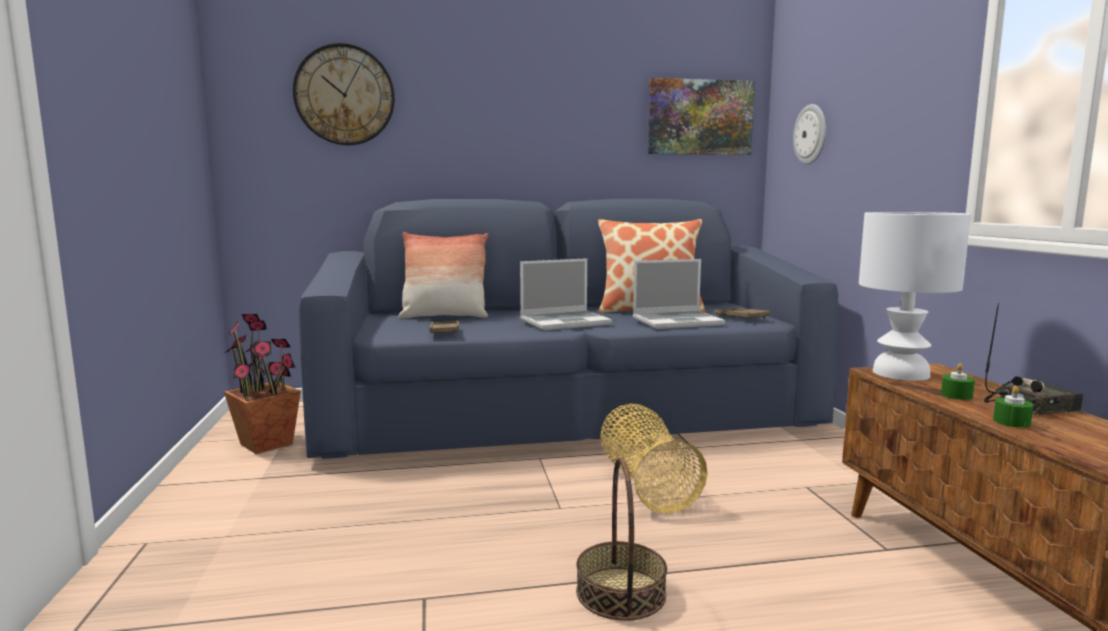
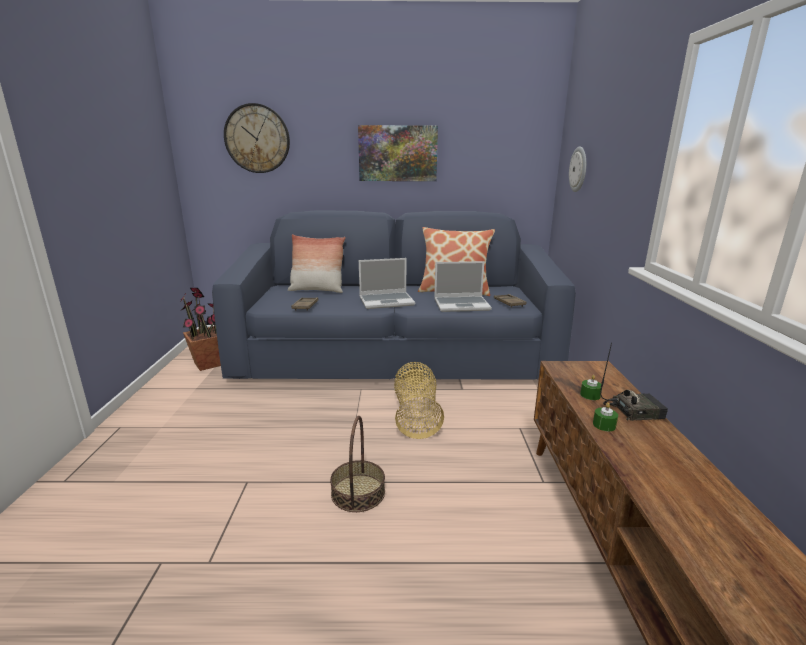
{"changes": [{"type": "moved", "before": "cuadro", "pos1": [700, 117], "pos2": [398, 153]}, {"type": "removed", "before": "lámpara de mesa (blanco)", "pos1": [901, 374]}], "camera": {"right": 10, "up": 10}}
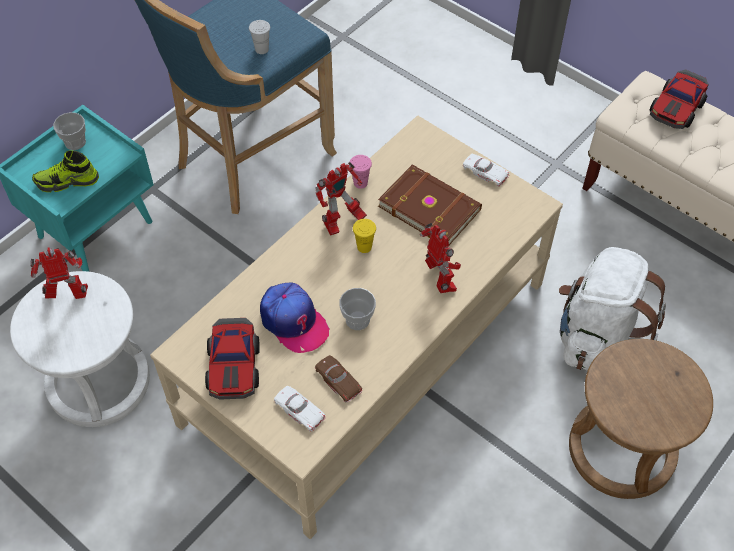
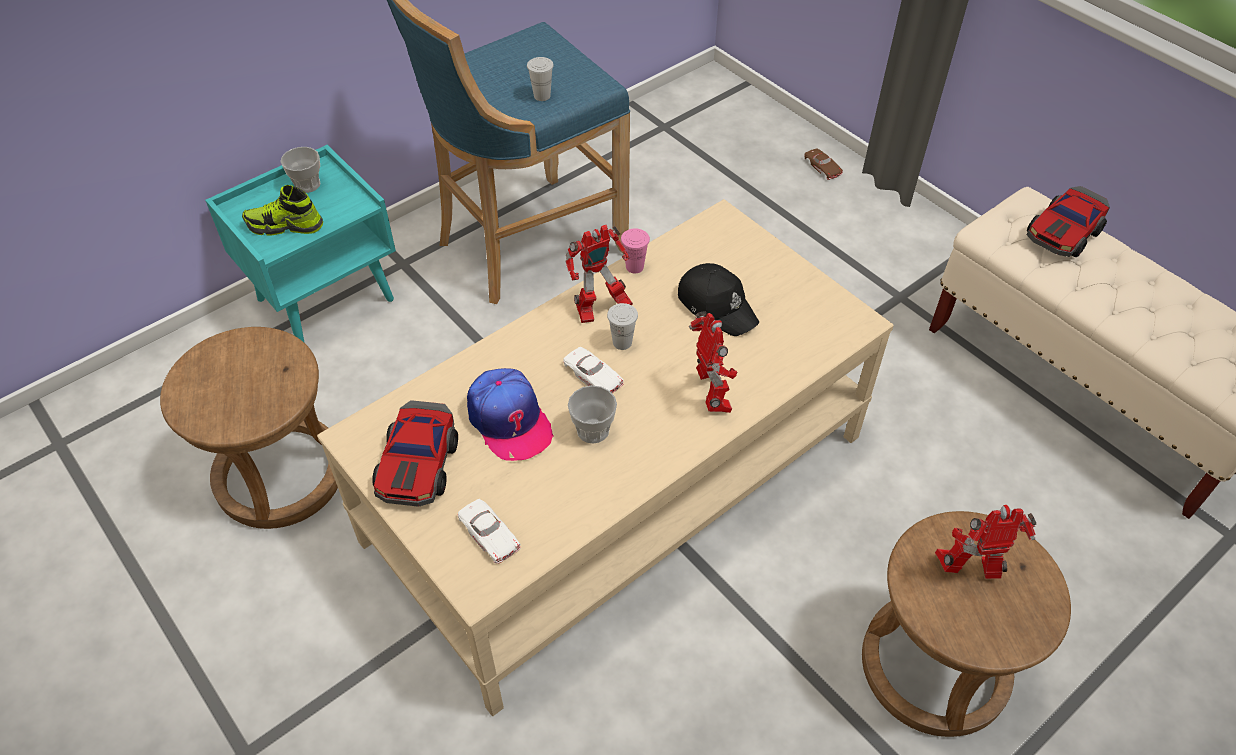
{"changes": [{"type": "moved", "before": "coche de juguete (blanco)", "pos1": [485, 172], "pos2": [593, 375]}, {"type": "replaced", "before": "libro (marrón)", "after": "gorra (negro)", "pos1": [429, 206], "pos2": [717, 305]}, {"type": "recoloured", "before": "taza (amarillo)", "after": "taza (blanco)", "pos1": [364, 247], "pos2": [622, 342]}, {"type": "moved", "before": "robot de juguete", "pos1": [69, 296], "pos2": [970, 571]}, {"type": "removed", "before": "mochila (blanco)", "pos1": [596, 335]}, {"type": "recoloured", "before": "taburete (blanco)", "after": "taburete (marrón)", "pos1": [99, 382], "pos2": [280, 475]}, {"type": "moved", "before": "coche de juguete (marrón)", "pos1": [338, 380], "pos2": [822, 166]}], "camera": {"right": 10, "up": -5}}
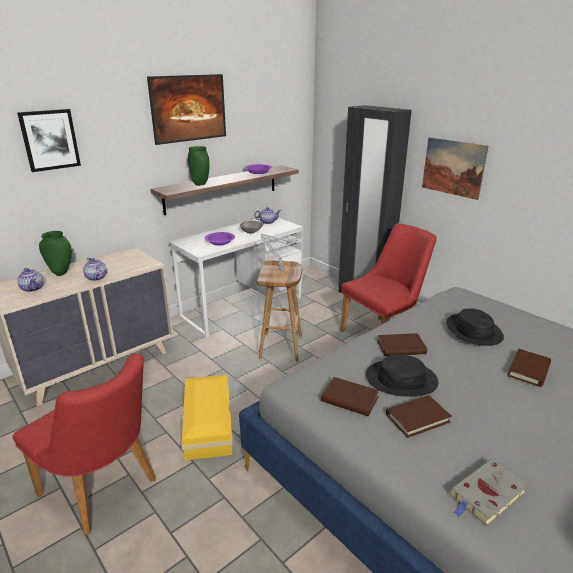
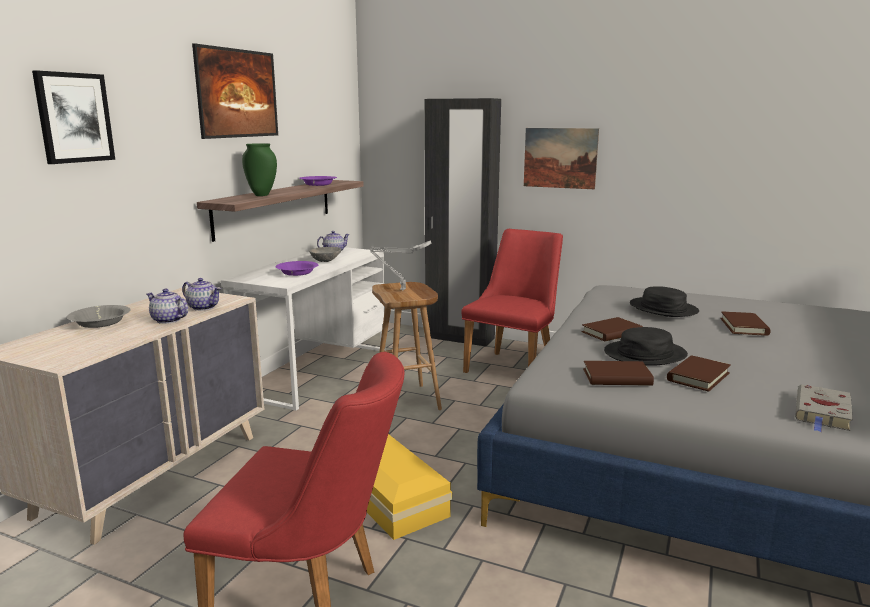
{"changes": [{"type": "replaced", "before": "florero (verde)", "after": "cuenco (gris)", "pos1": [61, 273], "pos2": [100, 323]}, {"type": "moved", "before": "tetera", "pos1": [33, 288], "pos2": [203, 307]}], "camera": {"right": -25, "up": -10}}
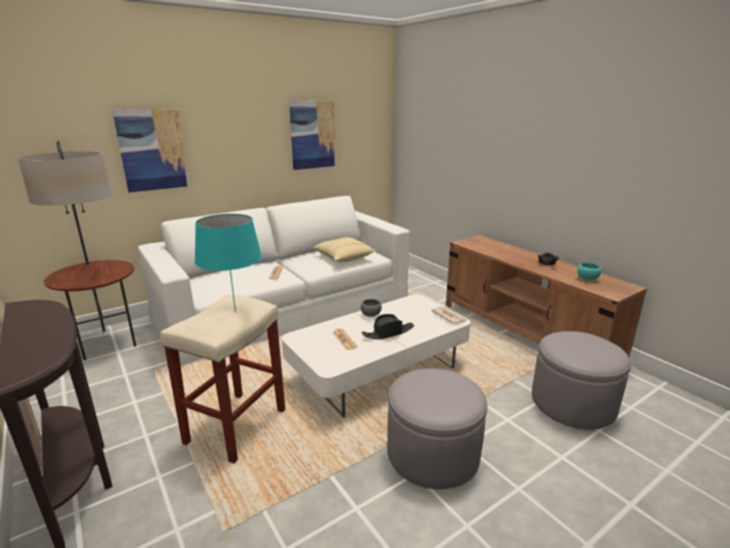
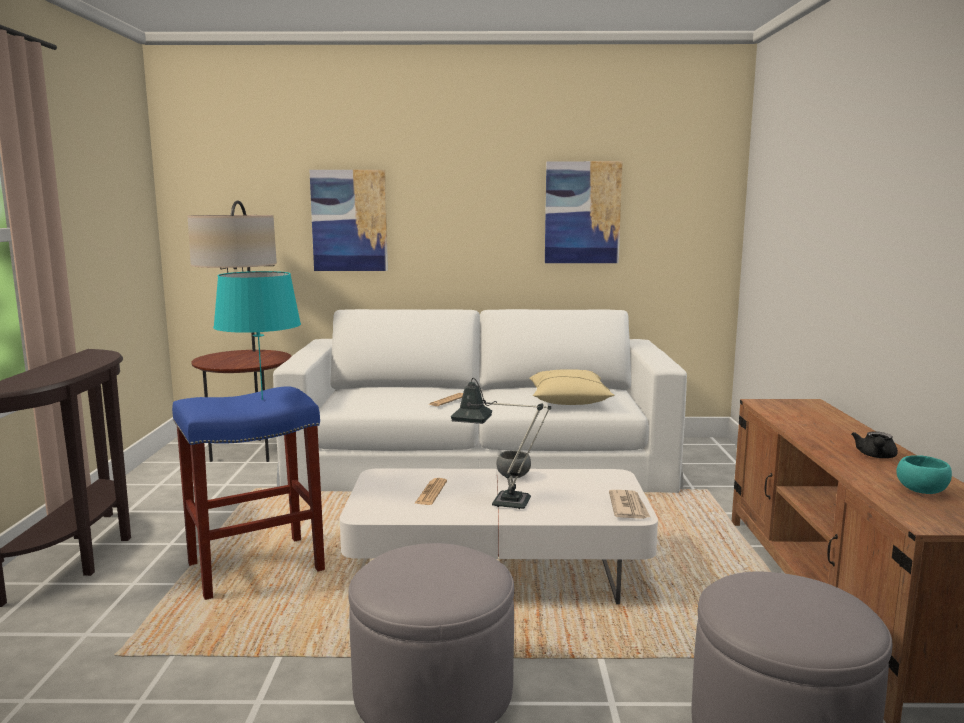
{"changes": [{"type": "recoloured", "before": "taburete (beis)", "after": "taburete (azul)", "pos1": [236, 425], "pos2": [257, 566]}, {"type": "replaced", "before": "sombrero (negro)", "after": "lámpara de mesa", "pos1": [388, 333], "pos2": [501, 501]}], "camera": {"right": 35, "up": -10}}
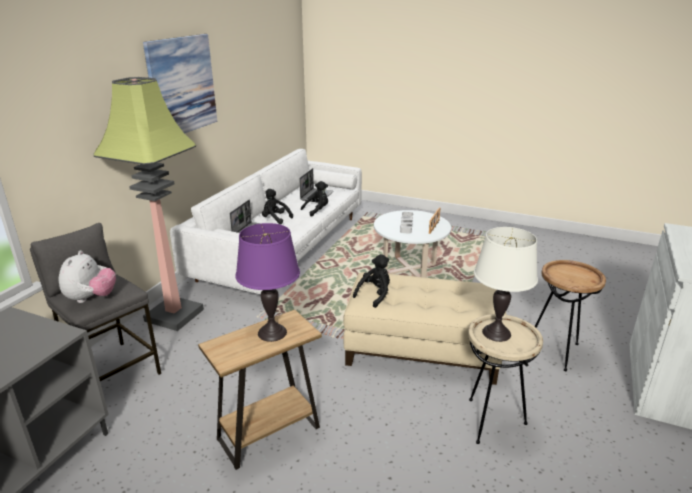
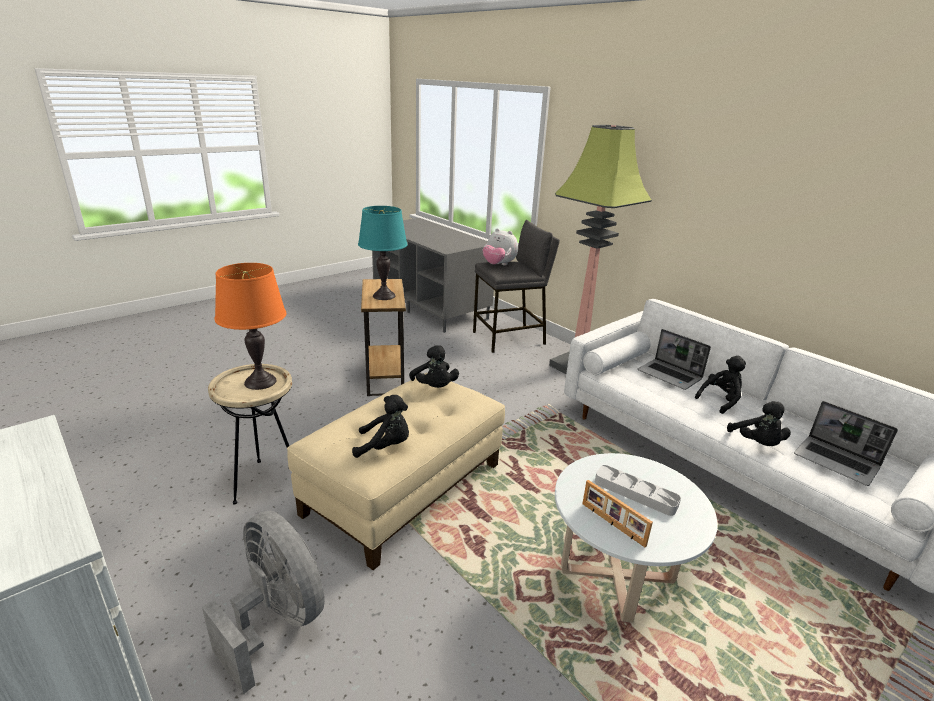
{"changes": [{"type": "removed", "before": "cuadro", "pos1": [182, 85]}, {"type": "recoloured", "before": "lámpara de mesa (morado)", "after": "lámpara de mesa (turquesa)", "pos1": [272, 333], "pos2": [384, 296]}, {"type": "recoloured", "before": "lámpara de mesa (blanco)", "after": "lámpara de mesa (naranja)", "pos1": [496, 333], "pos2": [260, 382]}, {"type": "replaced", "before": "mesa auxiliar (marrón)", "after": "ventilador (gris)", "pos1": [556, 352], "pos2": [276, 621]}, {"type": "added", "after": "peluche (negro)", "pos2": [385, 446]}], "camera": {"right": 115, "up": 0}}
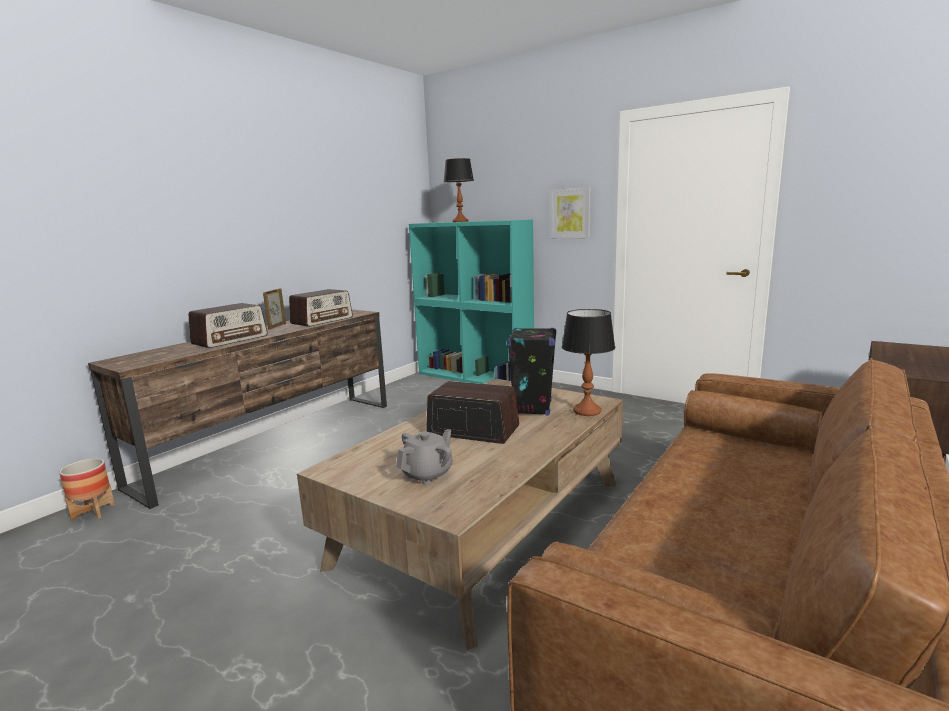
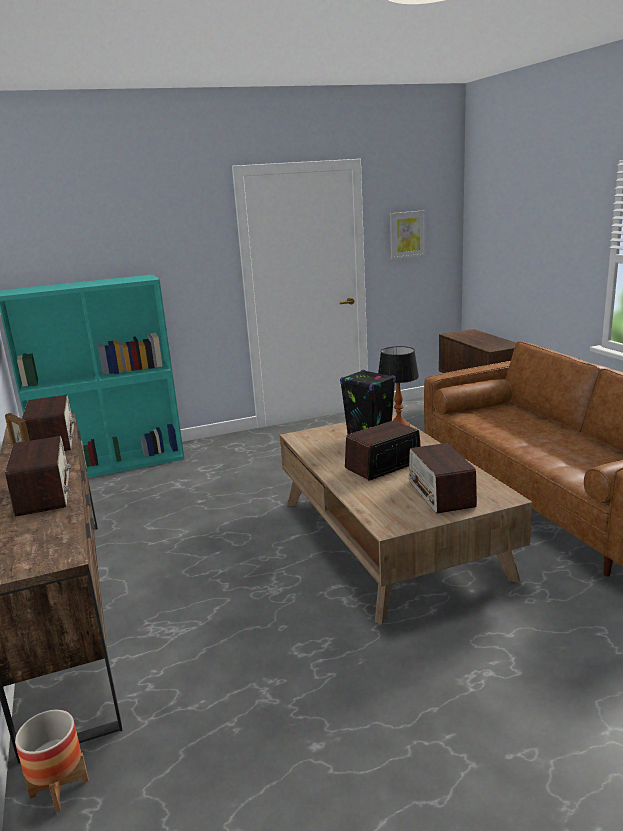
{"changes": [{"type": "removed", "before": "lámpara de mesa", "pos1": [460, 221]}, {"type": "moved", "before": "cuadro", "pos1": [570, 213], "pos2": [407, 234]}, {"type": "replaced", "before": "tetera (gris)", "after": "radio", "pos1": [427, 474], "pos2": [441, 494]}], "camera": {"right": -55, "up": 5}}
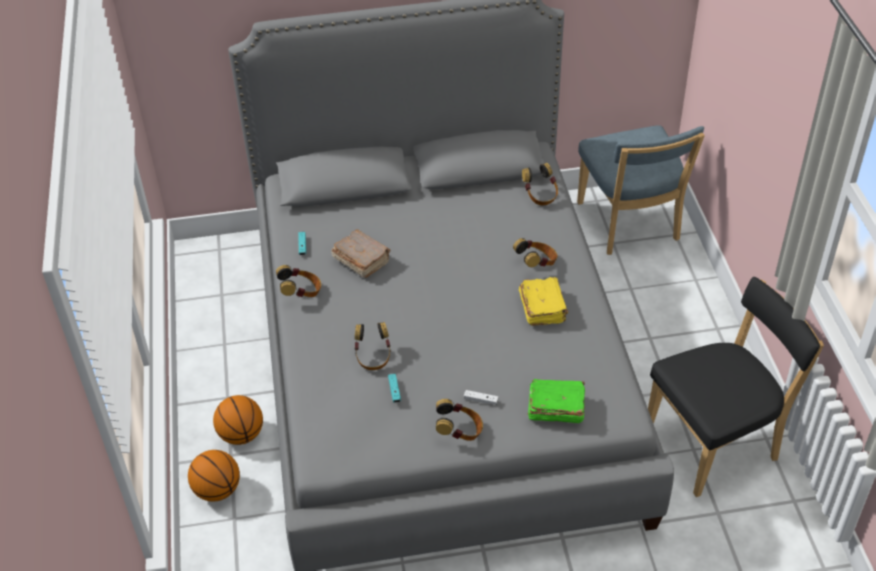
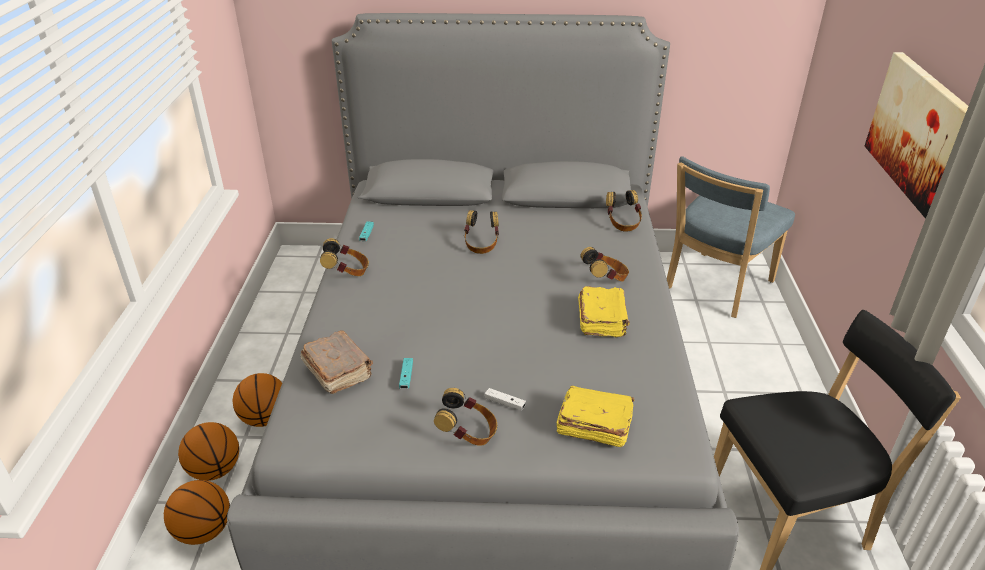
{"changes": [{"type": "turned", "before": "silla (azul)", "pos1": [630, 225], "pos2": [715, 287], "turn": 45}, {"type": "moved", "before": "libro (marrón)", "pos1": [361, 260], "pos2": [338, 371]}, {"type": "moved", "before": "auriculares", "pos1": [373, 357], "pos2": [481, 245]}, {"type": "recoloured", "before": "libro (verde)", "after": "libro (amarillo)", "pos1": [555, 408], "pos2": [593, 426]}, {"type": "added", "after": "cuadro", "pos2": [919, 132]}, {"type": "added", "after": "balón de baloncesto", "pos2": [204, 531]}], "camera": {"right": 10, "up": -10}}
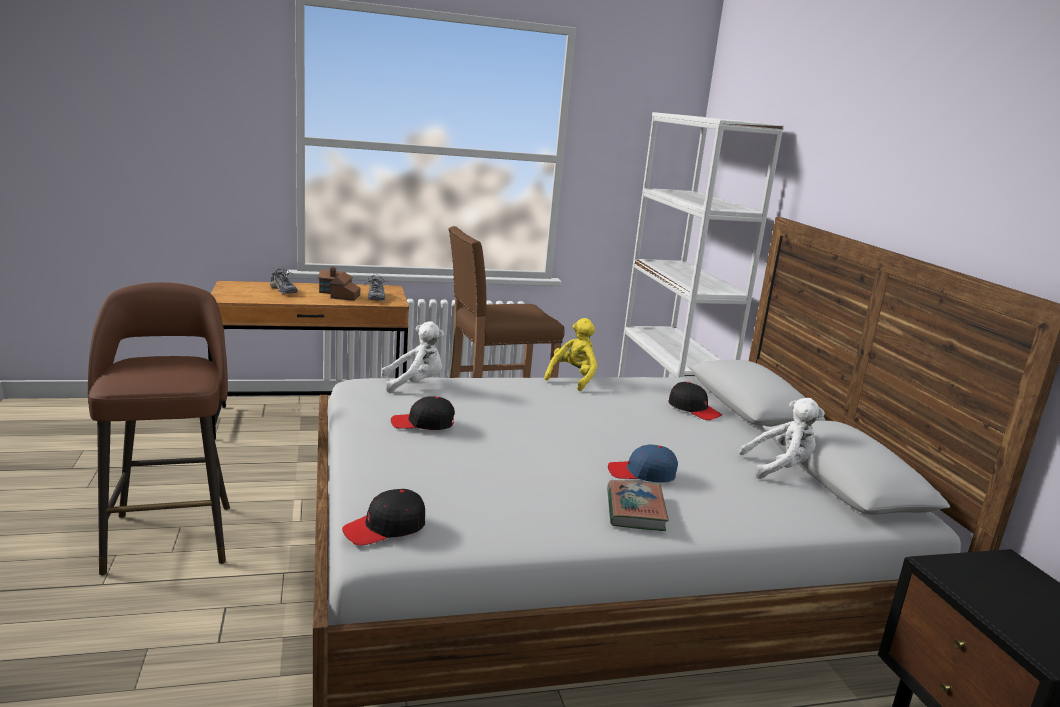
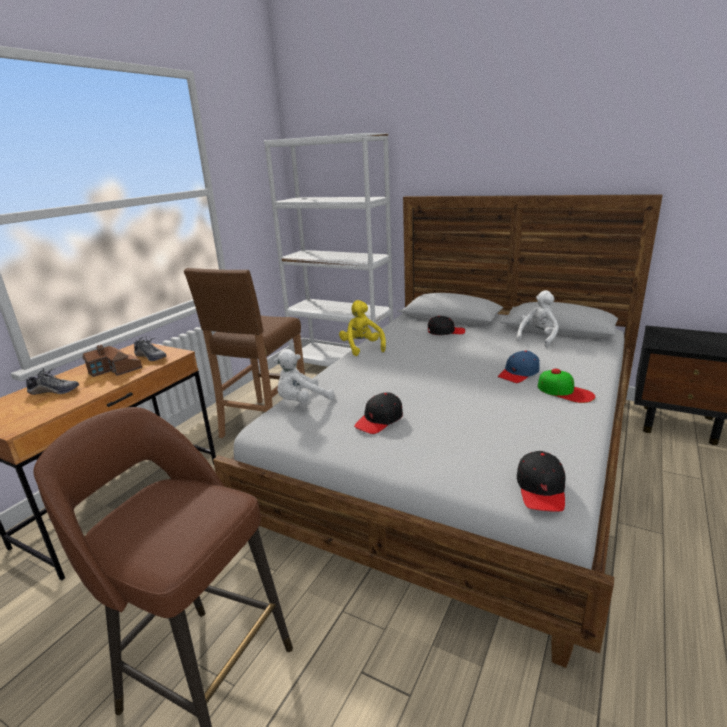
{"changes": [{"type": "turned", "before": "peluche (blanco)", "pos1": [415, 384], "pos2": [302, 402], "turn": -150}, {"type": "replaced", "before": "libro", "after": "gorra", "pos1": [635, 510], "pos2": [565, 391]}], "camera": {"right": -45, "up": 5}}
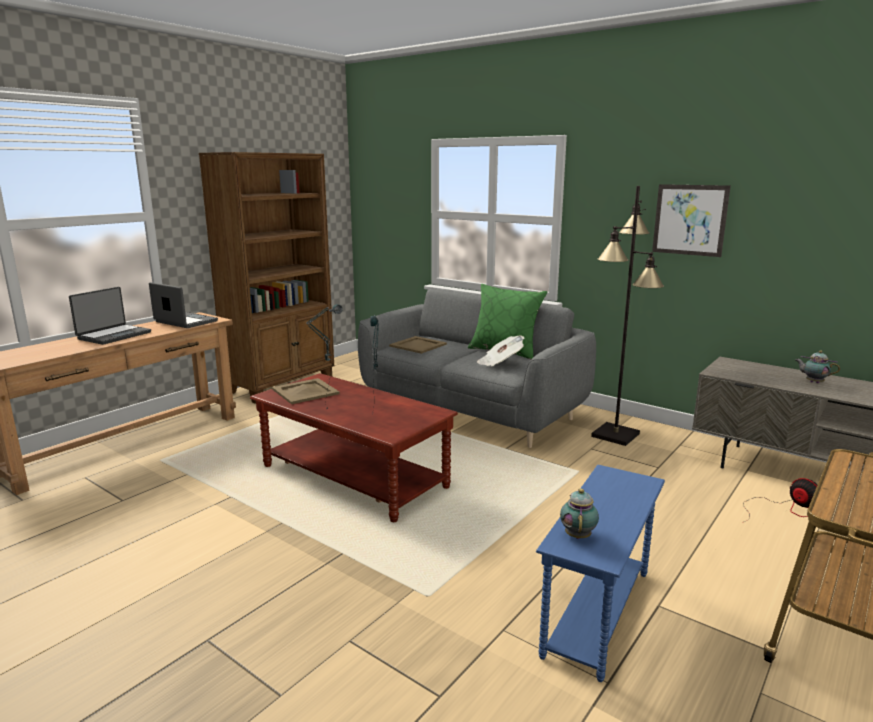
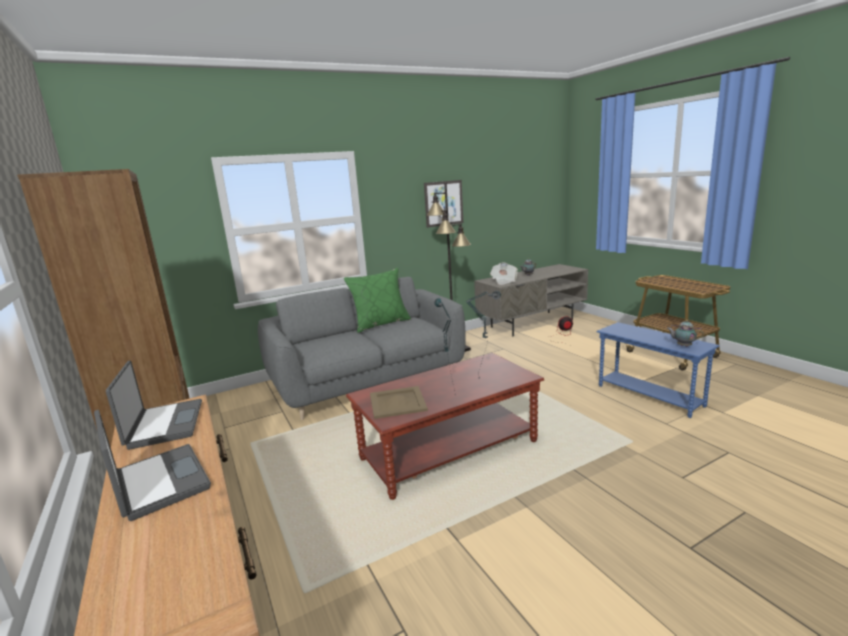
{"changes": [{"type": "turned", "before": "portátil", "pos1": [185, 322], "pos2": [164, 425], "turn": 105}, {"type": "removed", "before": "bandeja (beis)", "pos1": [417, 345]}, {"type": "moved", "before": "periódico", "pos1": [500, 363], "pos2": [503, 281]}], "camera": {"right": -65, "up": 0}}
